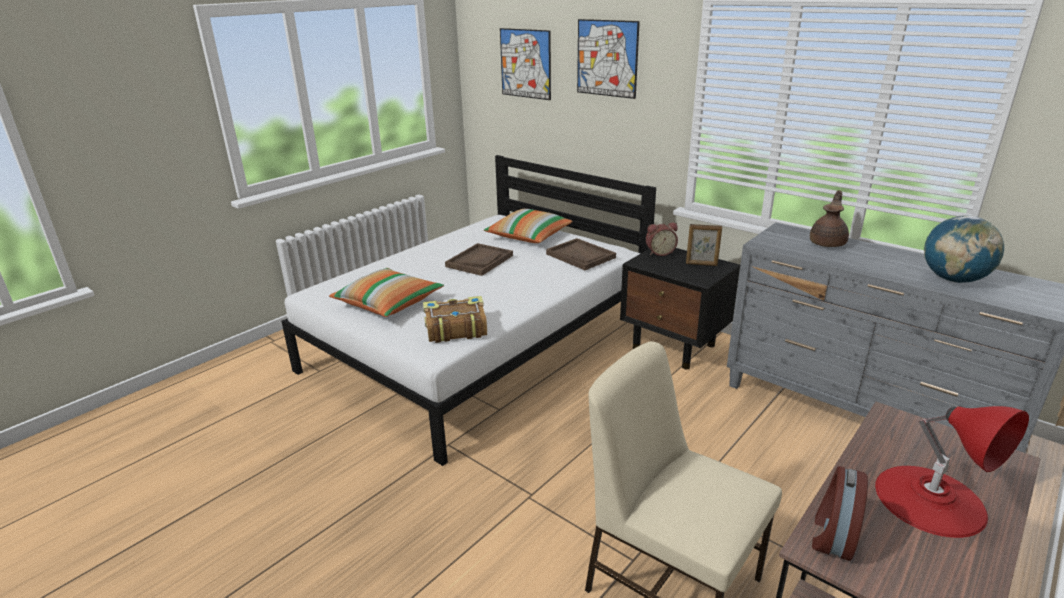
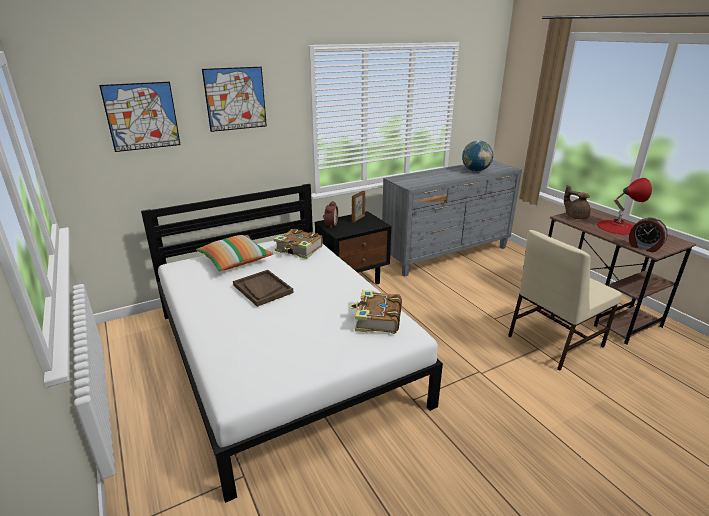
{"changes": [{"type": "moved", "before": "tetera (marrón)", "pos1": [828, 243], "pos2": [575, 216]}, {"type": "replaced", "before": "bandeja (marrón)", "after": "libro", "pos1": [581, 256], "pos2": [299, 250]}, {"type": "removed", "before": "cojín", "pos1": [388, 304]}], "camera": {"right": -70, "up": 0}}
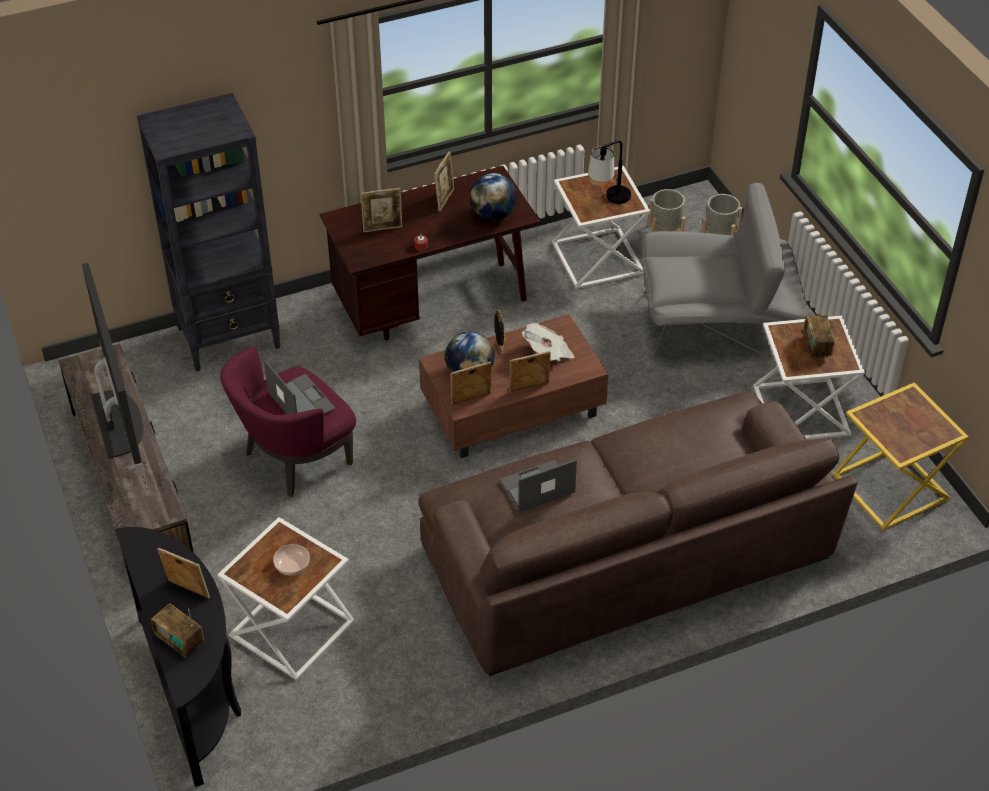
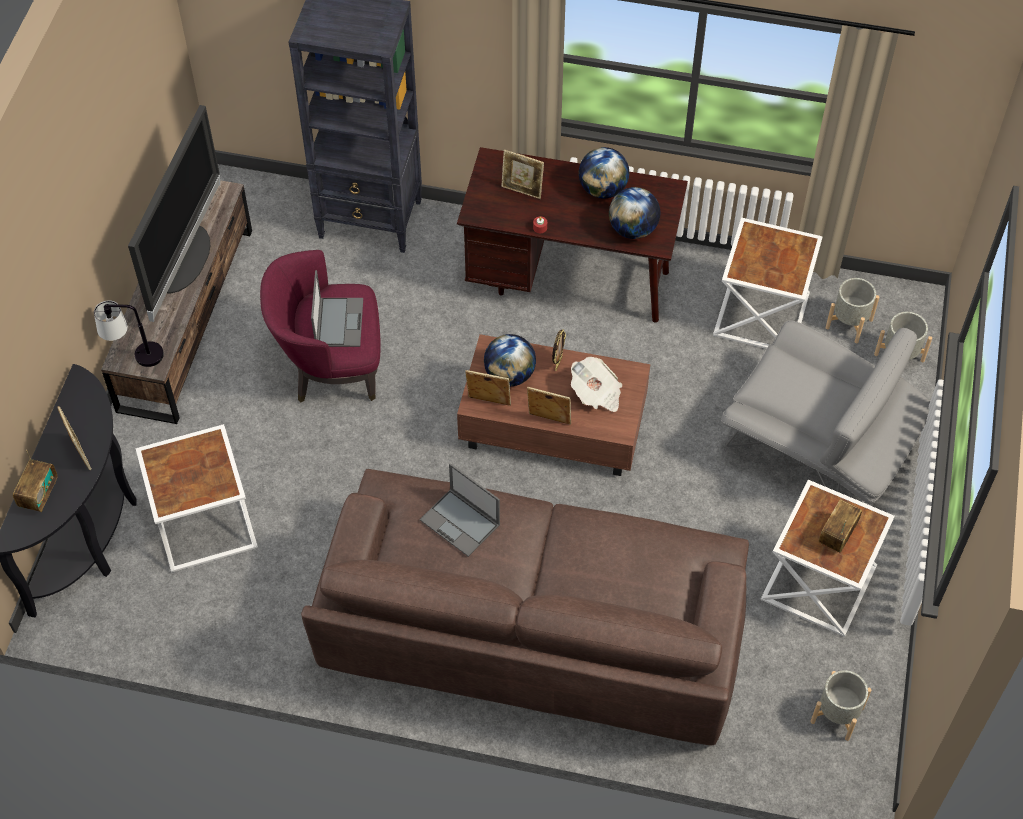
{"changes": [{"type": "moved", "before": "lámpara de mesa", "pos1": [609, 201], "pos2": [135, 356]}, {"type": "replaced", "before": "portarretratos", "after": "globo terráqueo", "pos1": [445, 199], "pos2": [603, 189]}, {"type": "replaced", "before": "mesa auxiliar (amarillo)", "after": "maceta (gris)", "pos1": [893, 488], "pos2": [837, 714]}, {"type": "turned", "before": "portátil", "pos1": [536, 487], "pos2": [461, 523], "turn": -150}, {"type": "removed", "before": "cuenco", "pos1": [292, 565]}, {"type": "turned", "before": "radio", "pos1": [180, 641], "pos2": [39, 494], "turn": -150}], "camera": {"right": 35, "up": 10}}
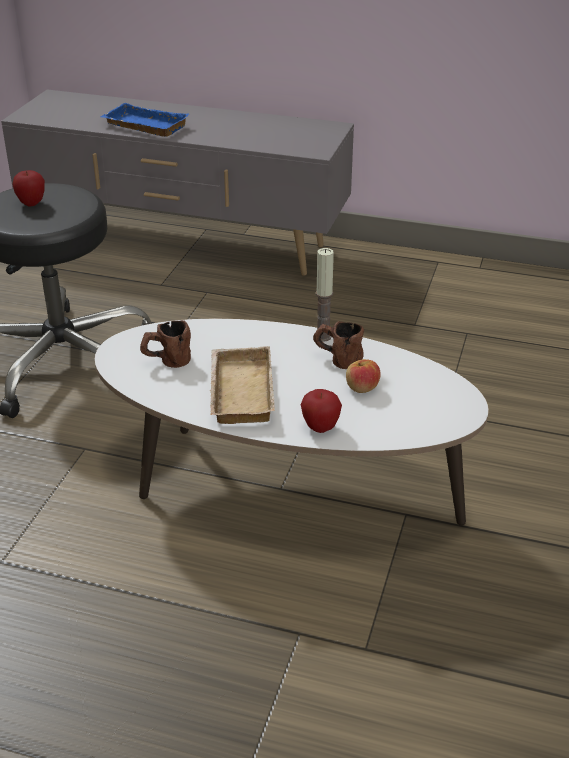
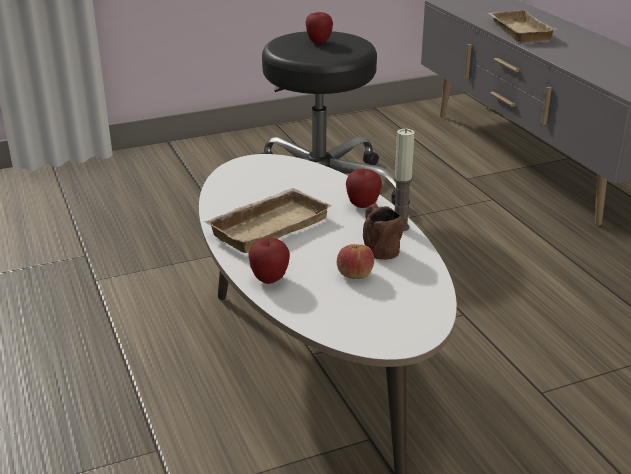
{"changes": [{"type": "recoloured", "before": "bandeja (azul)", "after": "bandeja (beis)", "pos1": [143, 126], "pos2": [517, 31]}, {"type": "removed", "before": "taza grande (marrón)", "pos1": [166, 361]}, {"type": "added", "after": "manzana", "pos2": [363, 205]}], "camera": {"right": 50, "up": -5}}
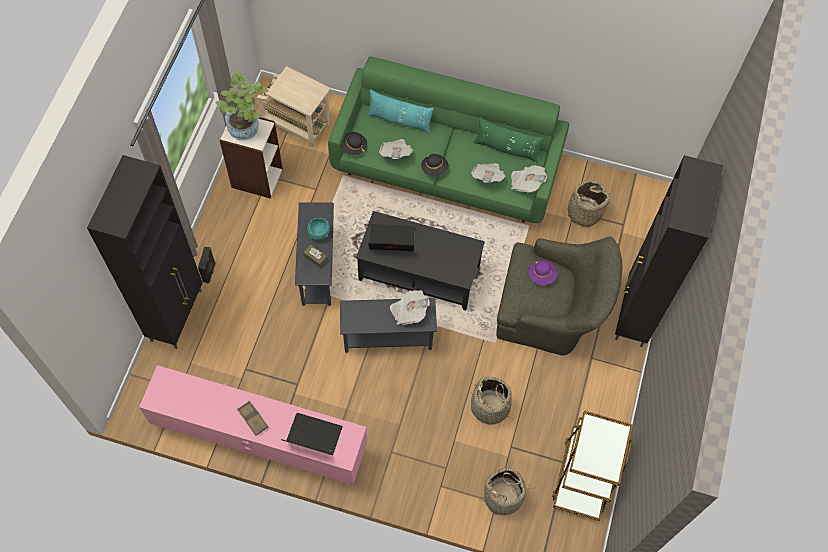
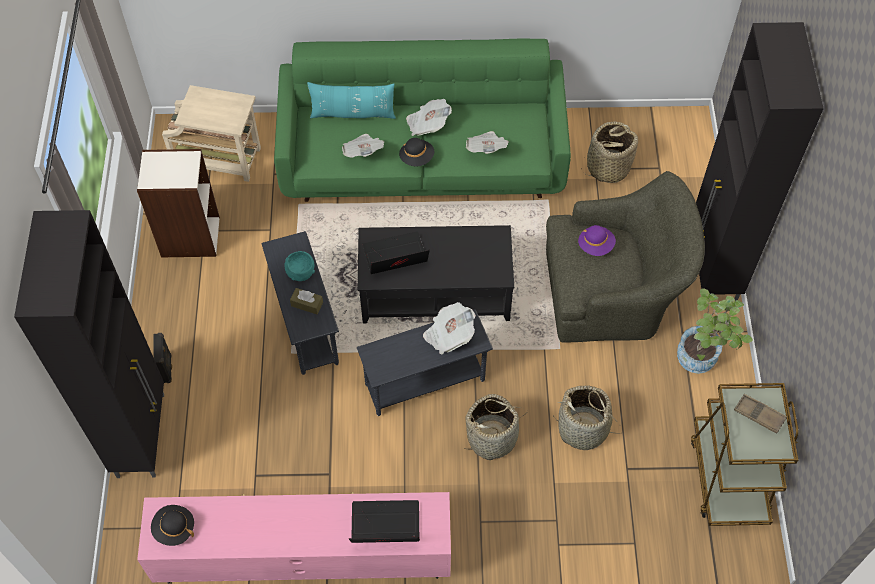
{"changes": [{"type": "moved", "before": "planta en maceta", "pos1": [247, 130], "pos2": [703, 357]}, {"type": "removed", "before": "cojín (verde)", "pos1": [506, 148]}, {"type": "moved", "before": "sombrero (negro)", "pos1": [353, 147], "pos2": [174, 529]}, {"type": "moved", "before": "periódico", "pos1": [526, 183], "pos2": [427, 125]}, {"type": "moved", "before": "bandeja (marrón)", "pos1": [253, 419], "pos2": [759, 415]}, {"type": "moved", "before": "cesta", "pos1": [503, 496], "pos2": [492, 437]}], "camera": {"right": -15, "up": -5}}
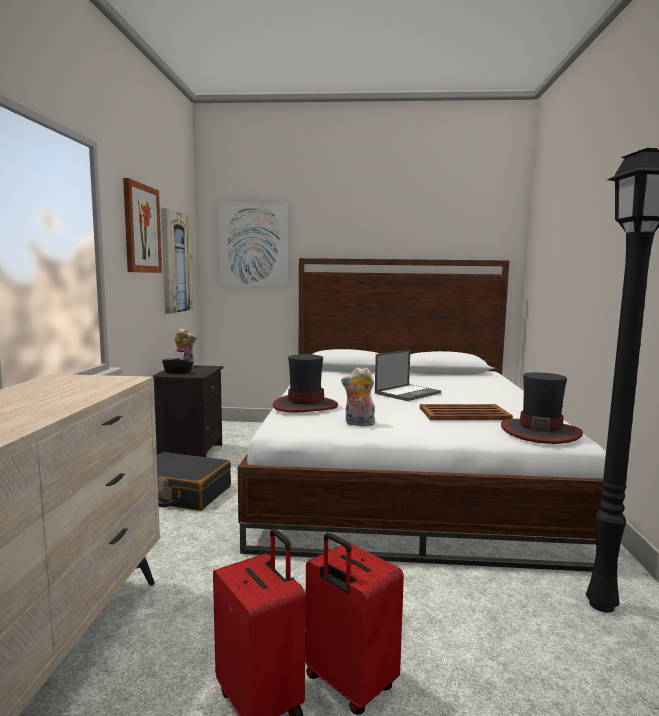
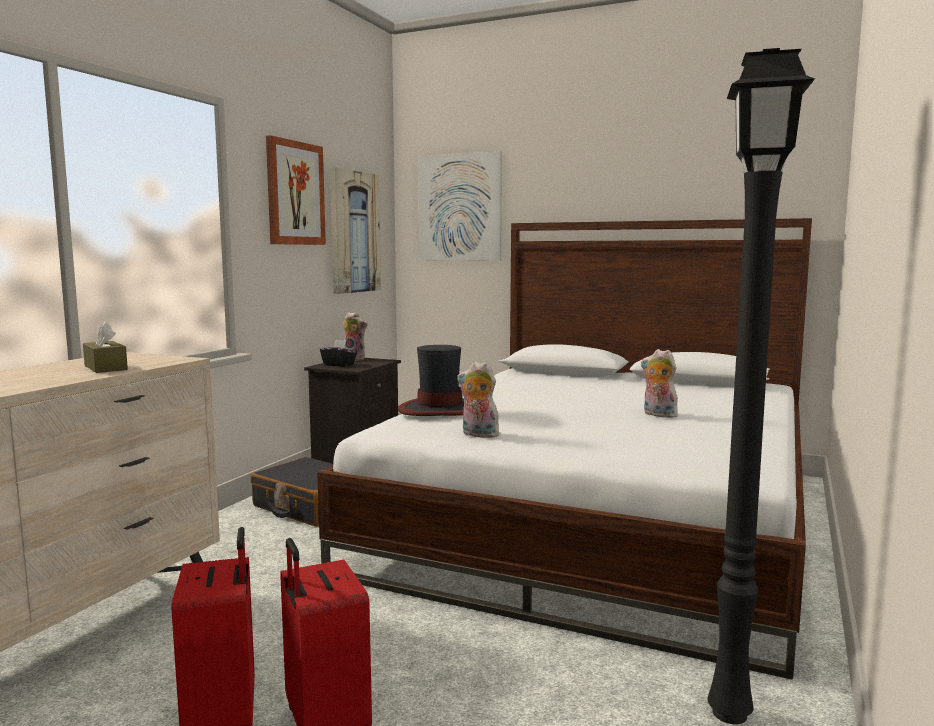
{"changes": [{"type": "removed", "before": "portátil", "pos1": [408, 393]}, {"type": "removed", "before": "sombrero", "pos1": [540, 432]}, {"type": "removed", "before": "bandeja (marrón)", "pos1": [463, 413]}, {"type": "added", "after": "caja de pañuelos (marrón)", "pos2": [105, 368]}, {"type": "added", "after": "peluche", "pos2": [658, 415]}], "camera": {"right": 20, "up": 0}}
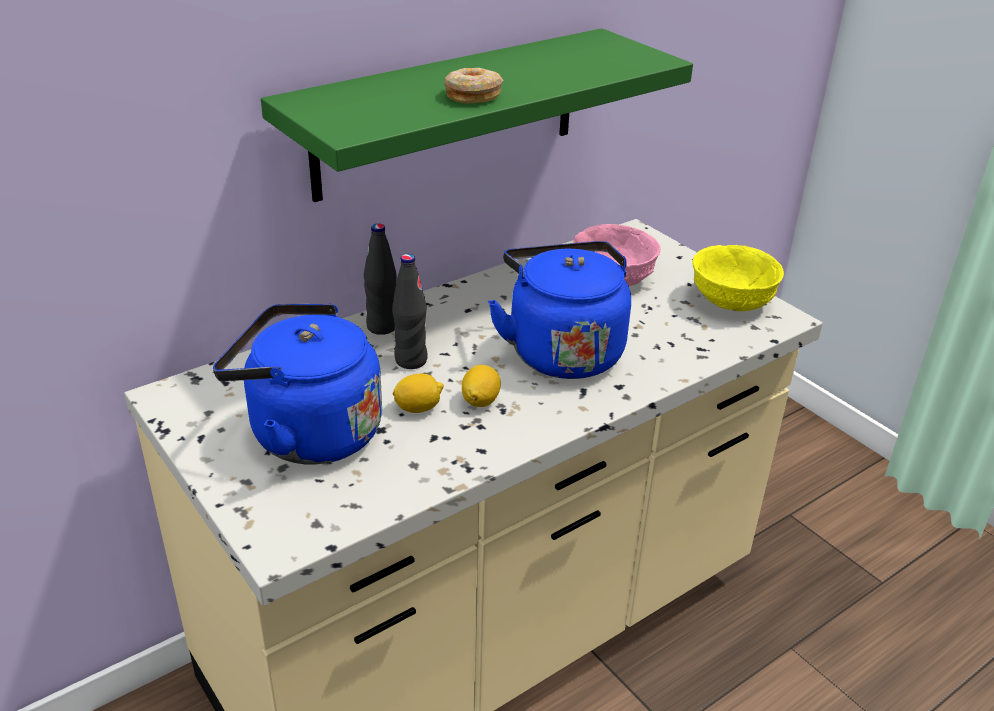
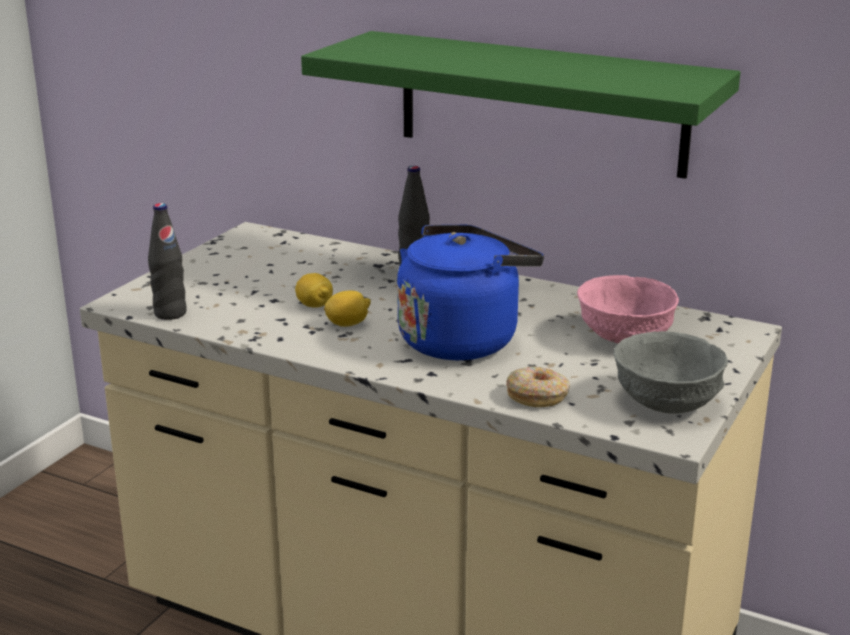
{"changes": [{"type": "moved", "before": "rosquilla", "pos1": [473, 95], "pos2": [537, 396]}, {"type": "recoloured", "before": "cuenco (amarillo)", "after": "cuenco (gris)", "pos1": [730, 301], "pos2": [667, 401]}, {"type": "moved", "before": "botella (negro)", "pos1": [411, 360], "pos2": [170, 313]}, {"type": "removed", "before": "hervidor (azul)", "pos1": [308, 433]}], "camera": {"right": 65, "up": -10}}
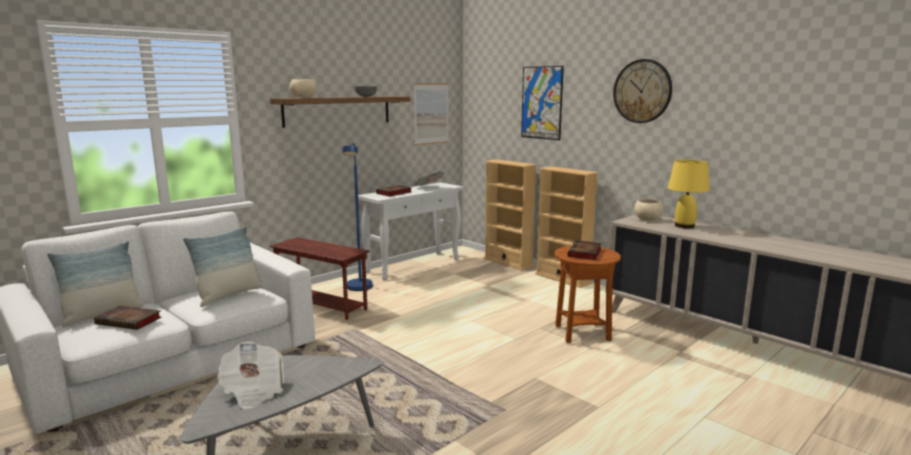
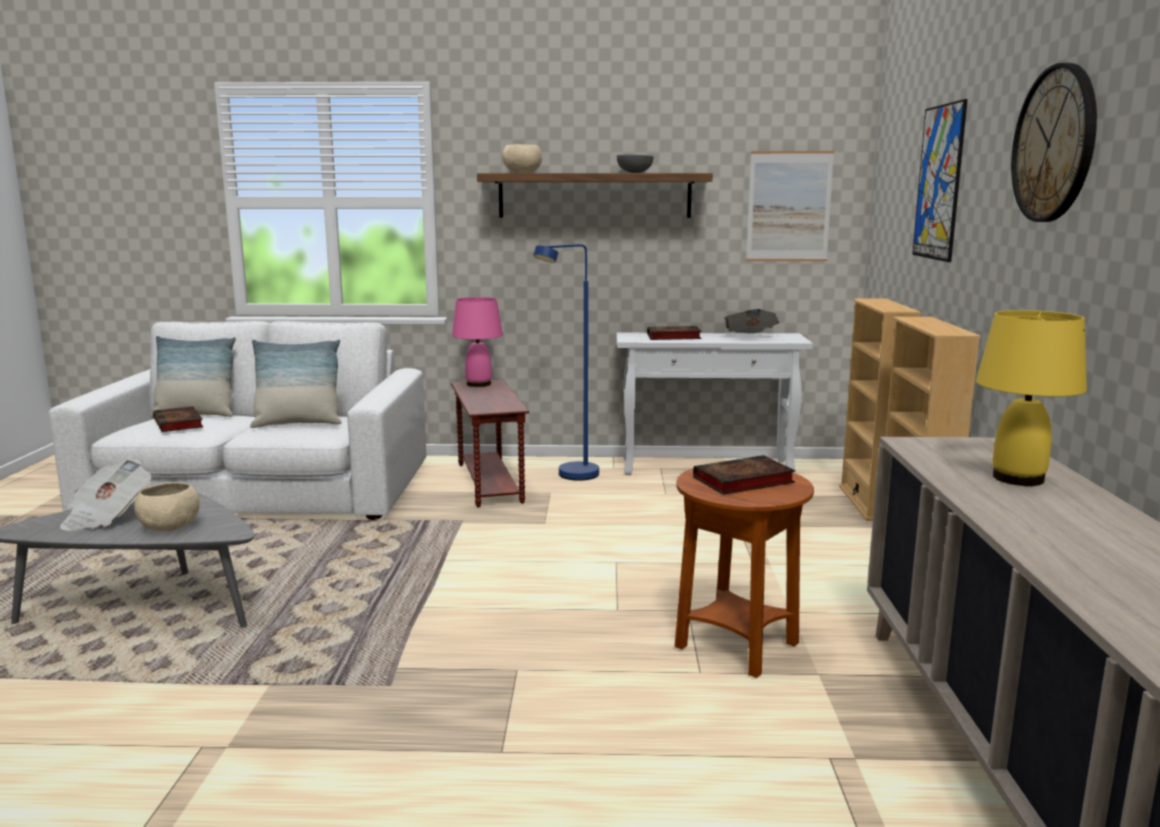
{"changes": [{"type": "moved", "before": "cuenco (beis)", "pos1": [647, 219], "pos2": [170, 527]}, {"type": "added", "after": "lámpara de mesa (rosa)", "pos2": [478, 384]}], "camera": {"right": 45, "up": 0}}
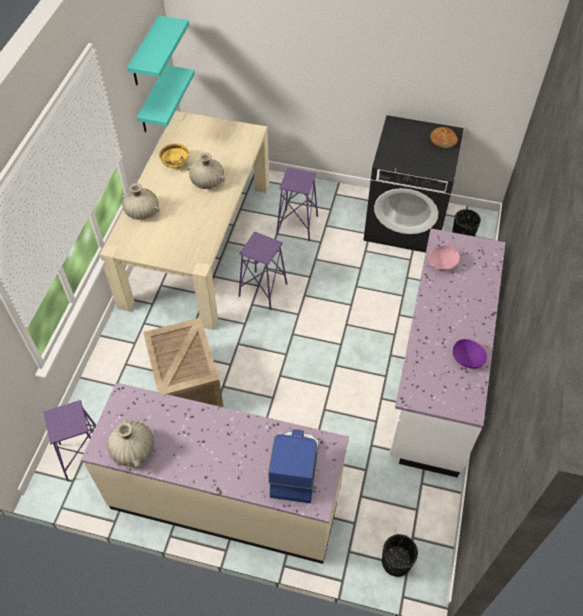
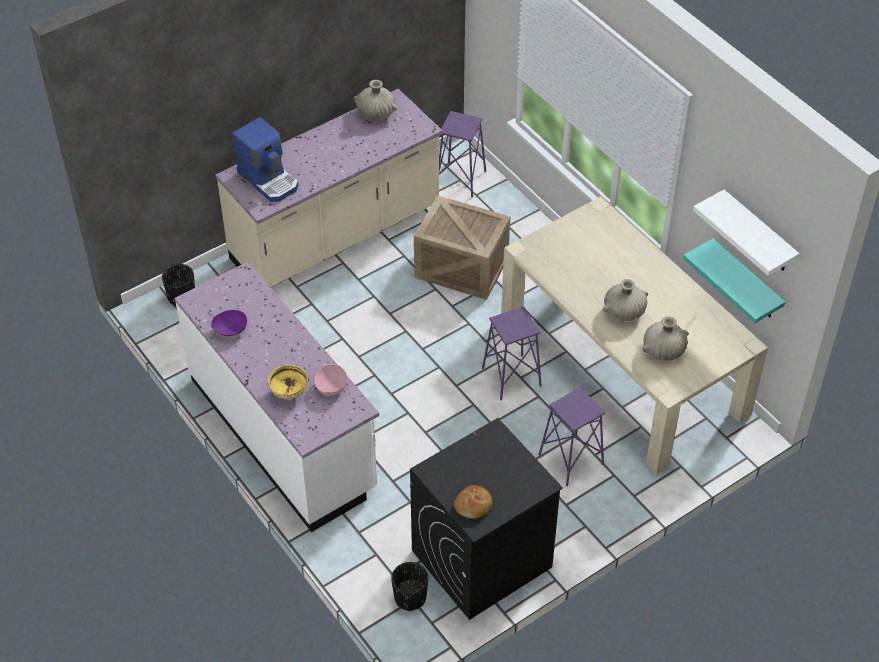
{"changes": [{"type": "recoloured", "before": "estante (turquesa)", "after": "estante (blanco)", "pos1": [145, 53], "pos2": [758, 233]}, {"type": "moved", "before": "cuenco (amarillo)", "pos1": [176, 165], "pos2": [288, 393]}, {"type": "moved", "before": "florero (beis)", "pos1": [142, 212], "pos2": [663, 350]}], "camera": {"right": 130, "up": -5}}
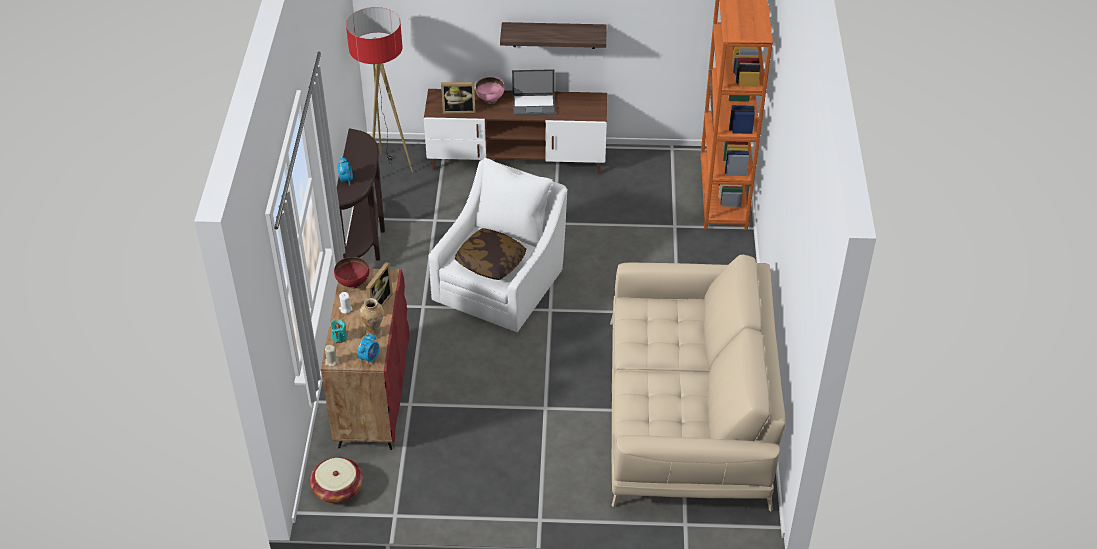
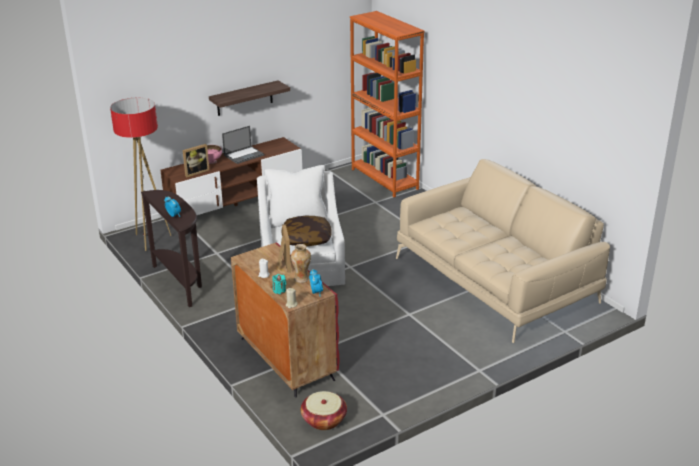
{"changes": [{"type": "removed", "before": "cuenco (rojo)", "pos1": [353, 283]}], "camera": {"right": -35, "up": -15}}
